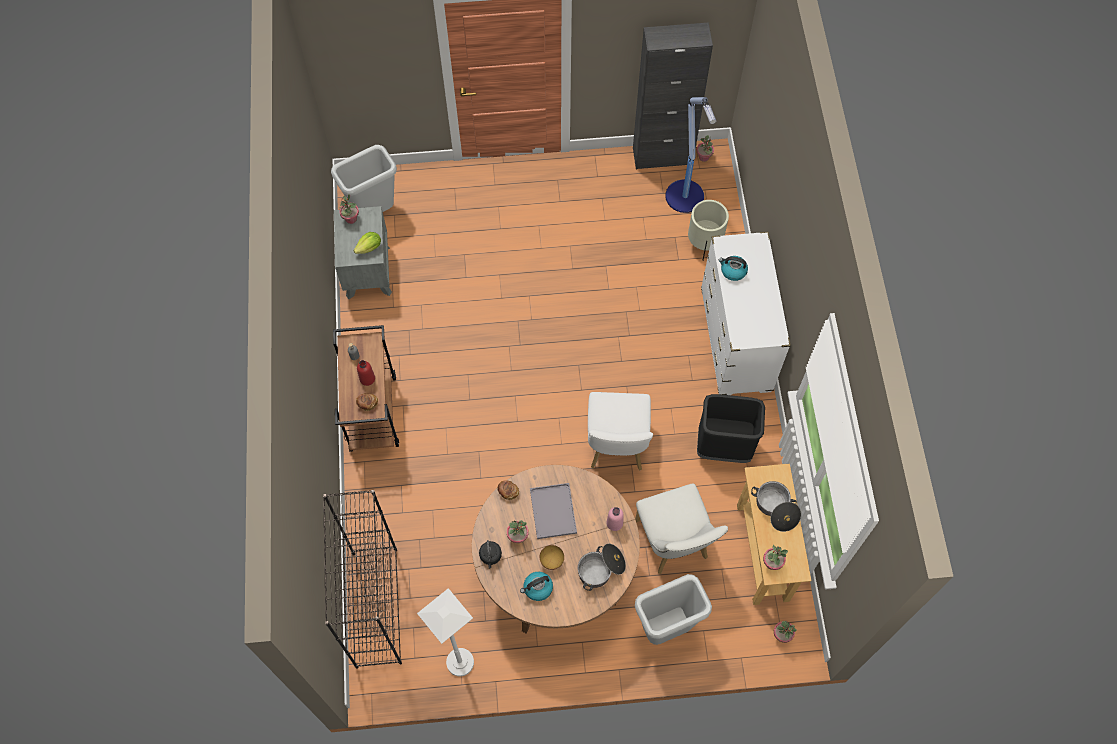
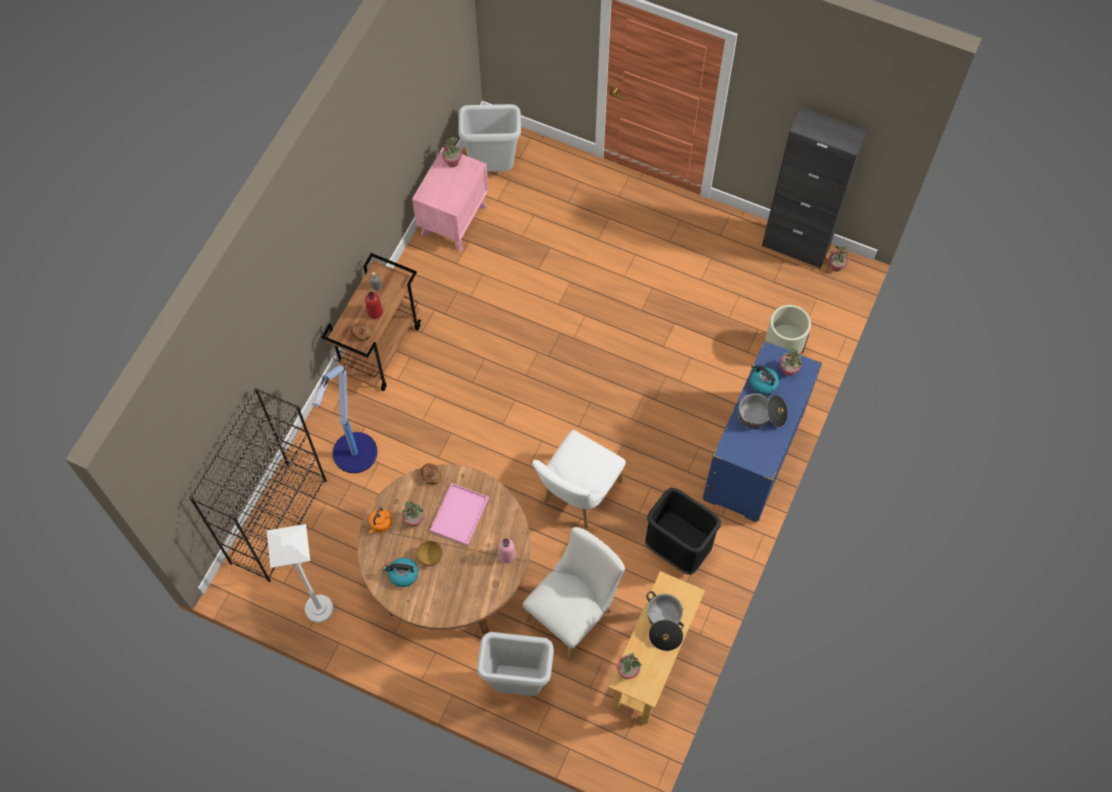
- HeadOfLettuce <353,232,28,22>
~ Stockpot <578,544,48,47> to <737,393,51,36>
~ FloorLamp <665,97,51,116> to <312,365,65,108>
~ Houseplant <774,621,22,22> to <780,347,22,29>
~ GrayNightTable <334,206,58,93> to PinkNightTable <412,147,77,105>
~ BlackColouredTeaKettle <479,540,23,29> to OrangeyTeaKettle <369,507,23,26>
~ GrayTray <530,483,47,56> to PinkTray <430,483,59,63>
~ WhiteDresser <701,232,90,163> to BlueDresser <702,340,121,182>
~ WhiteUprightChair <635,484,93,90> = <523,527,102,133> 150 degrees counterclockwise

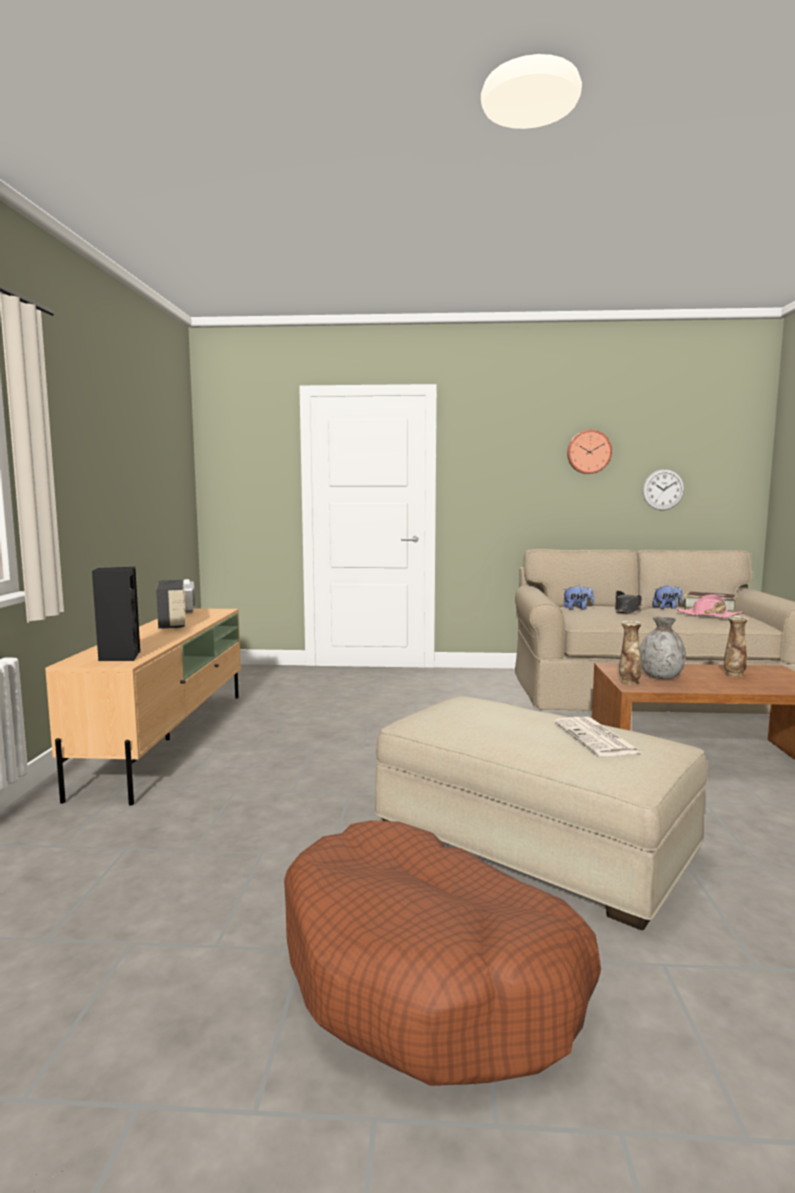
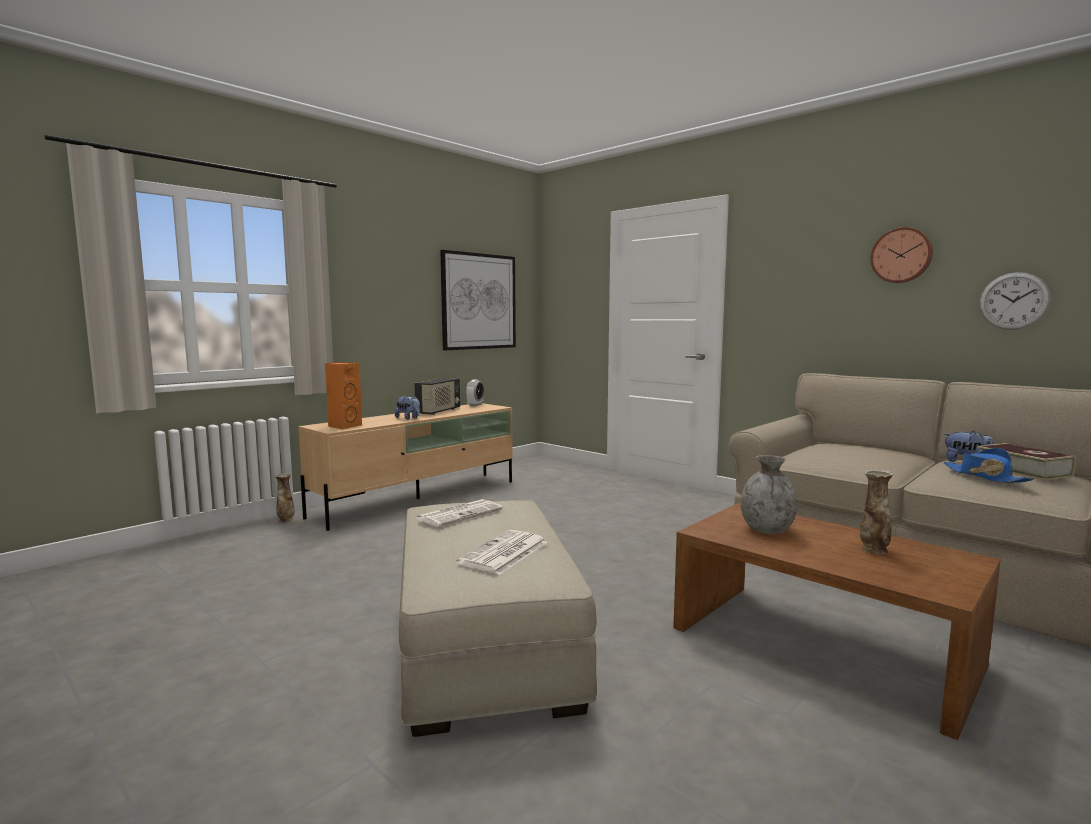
- BrownColouredDogCushion <284,820,317,266>
- BlackColouredWearableHat <615,590,27,24>
+ PrintedPaper <416,499,87,28>
+ Picture <440,250,76,100>
~ PlushToy <563,585,31,25> to <395,395,25,25>
~ FlowerVase <619,621,23,64> to <275,473,19,50>
~ BlackColouredAudioSpeaker <92,567,48,94> to OrangeyAudioSpeaker <325,362,37,68>
~ PinkWearableHat <677,594,67,24> to BlueWearableHat <944,448,91,35>

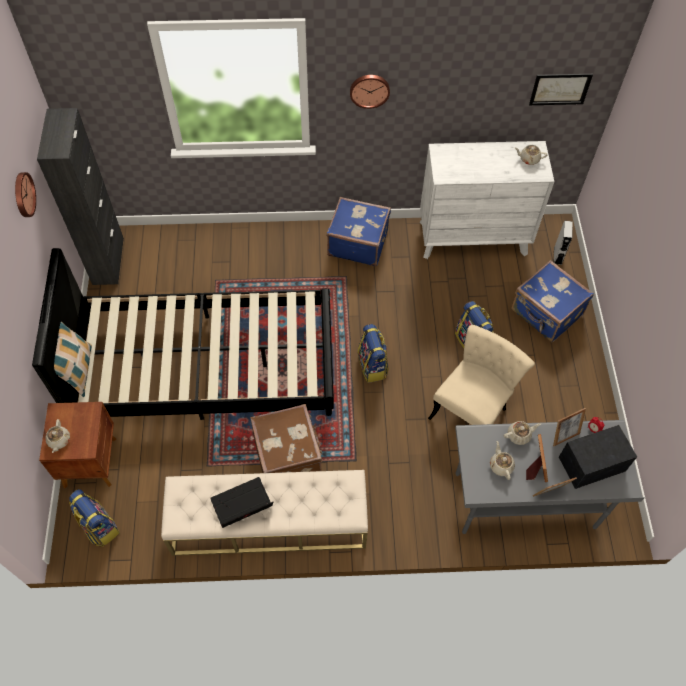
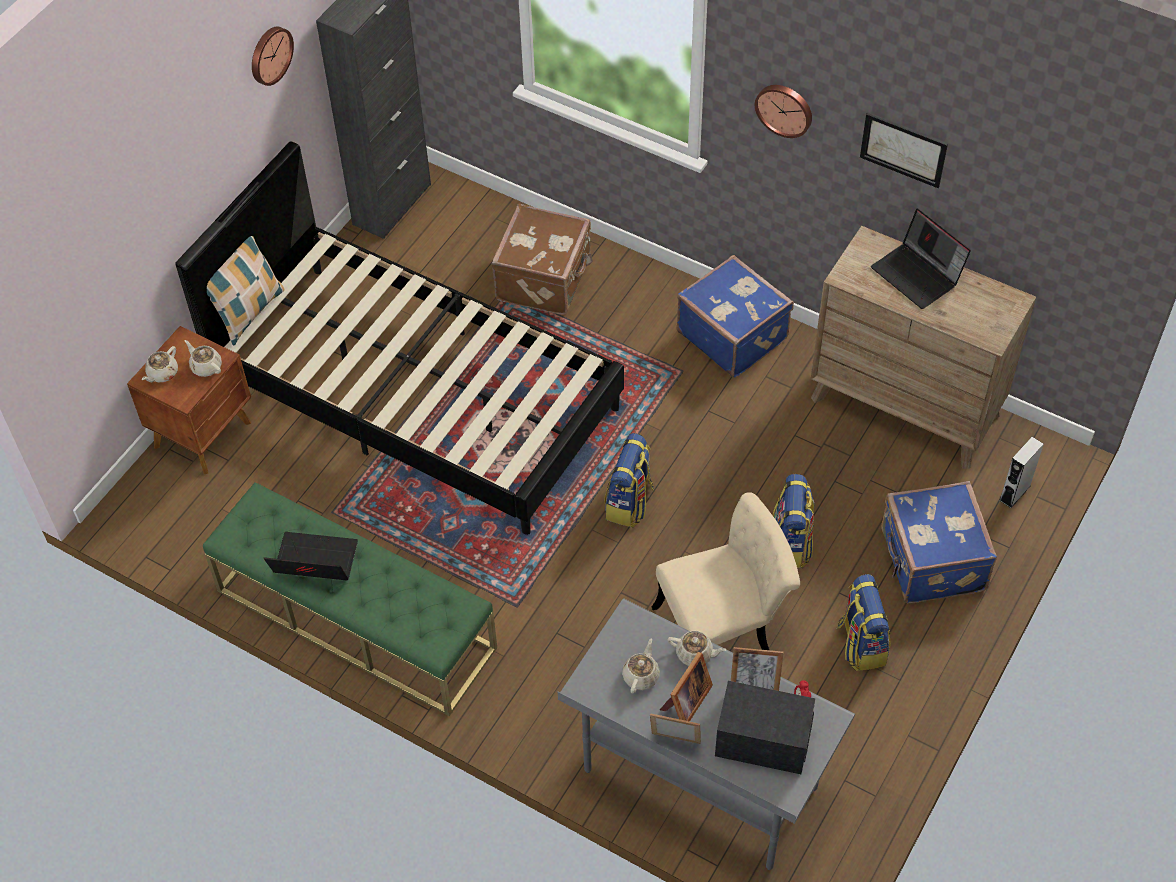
+ Laptop <871,208,100,101>
~ Backpack <69,489,51,58> to <837,574,54,97>
~ BrownColouredTravelCase <250,404,72,69> to <491,204,102,111>
~ SandColouredPotForTea <515,145,32,20> to <185,340,37,37>
~ Picture <529,74,64,31> to <860,113,88,75>
~ SandColouredBench <161,470,207,86> to GreenBench <203,482,294,234>
~ WhiteDresser <420,141,134,118> to BrownColouredDresser <811,226,225,243>

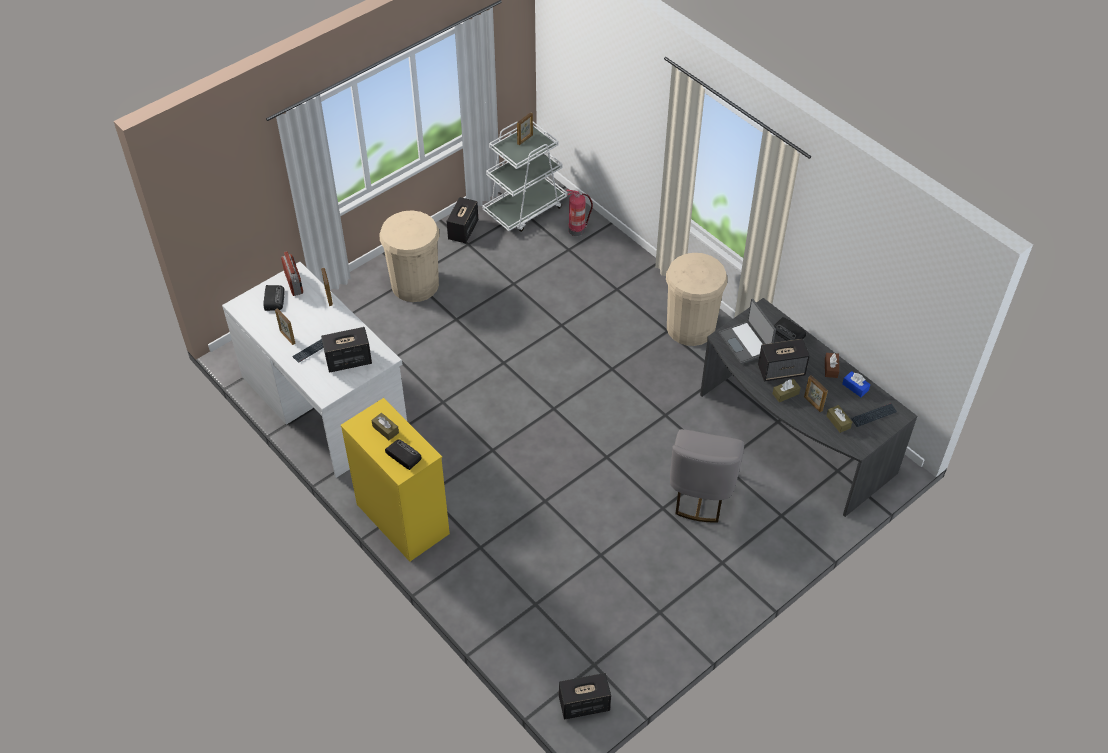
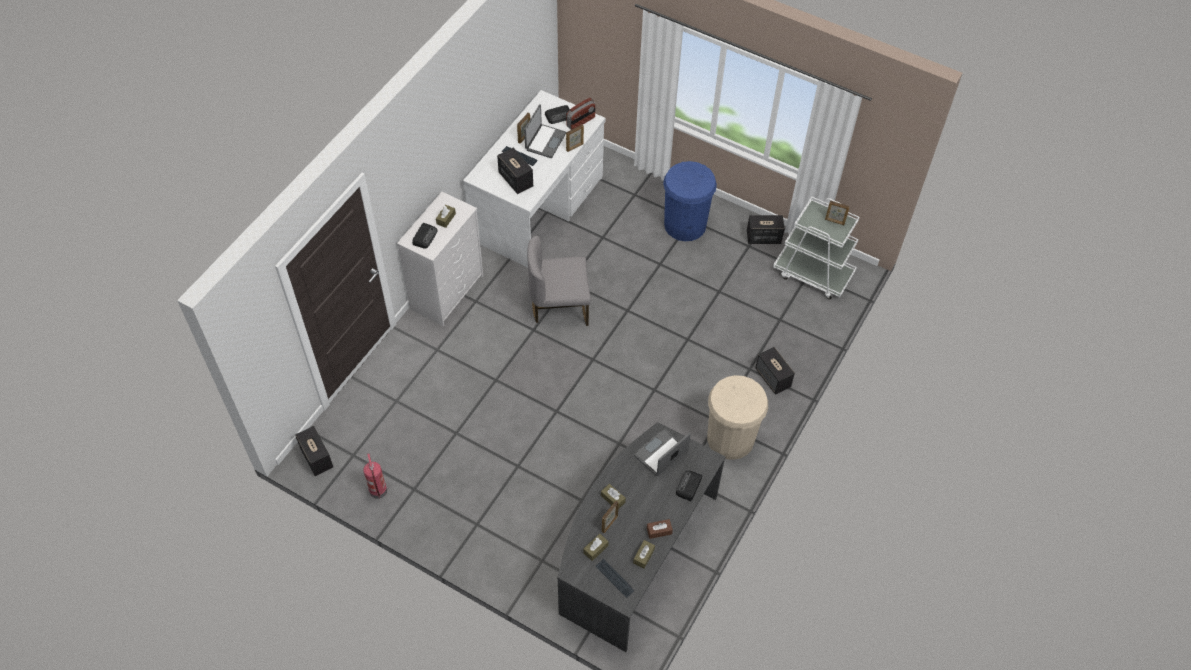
+ Laptop <524,104,42,54>
~ FireFightingCylinder <567,190,26,46> to <363,454,24,45>
~ GrayUprightChair <670,429,74,94> to <527,236,64,90>
~ AudioSpeaker <758,339,52,42> to <755,347,40,48>
~ YellowDresser <341,398,109,164> to WhiteDresser <397,192,86,134>
~ SandColouredWasteBin <379,210,61,92> to BlueWasteBin <663,161,54,80>
~ BlueTissueHolder <842,371,29,26> to BrownColouredTissueHolder <633,540,22,29>

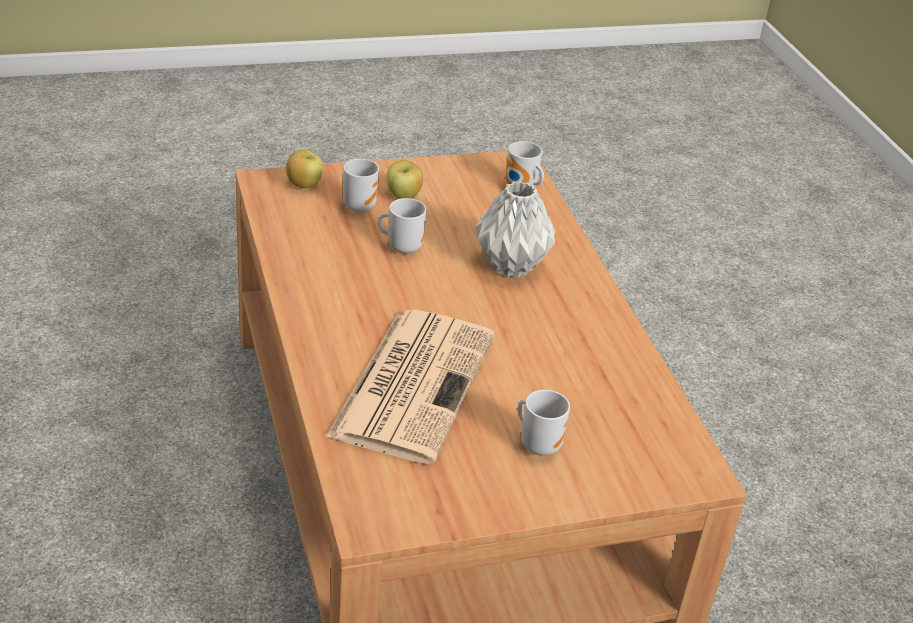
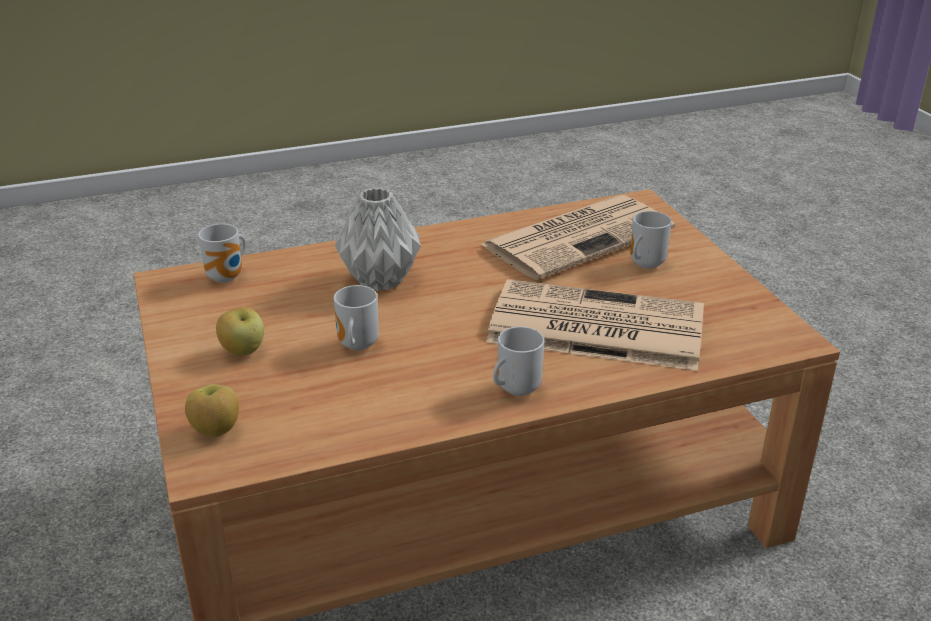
+ PrintedPaper <480,195,195,85>
~ CoffeeMug <343,159,36,54> to <493,327,51,69>

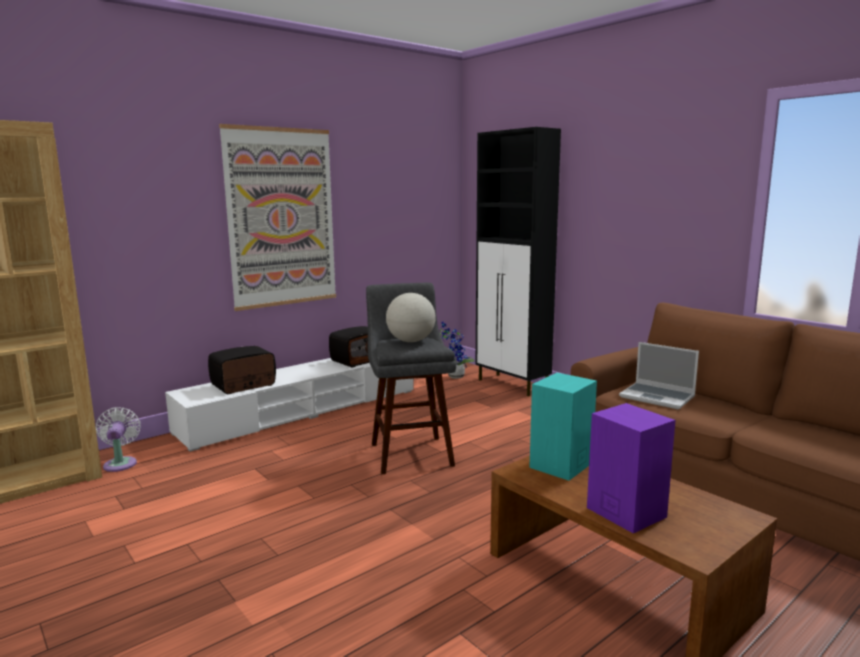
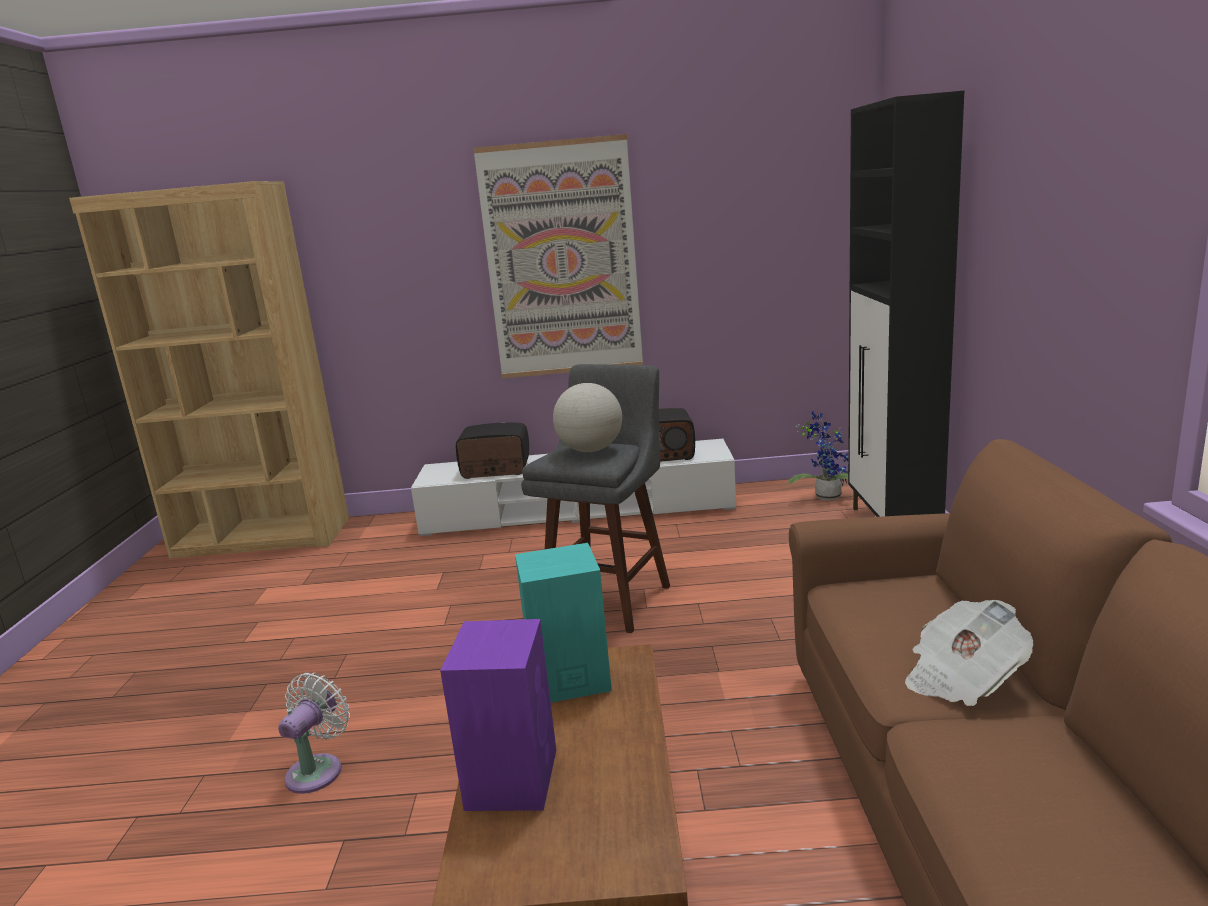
- Laptop <619,342,80,67>
+ PrintedPaper <905,600,128,106>
~ WhiteFan <96,407,44,65> to <278,673,72,121>

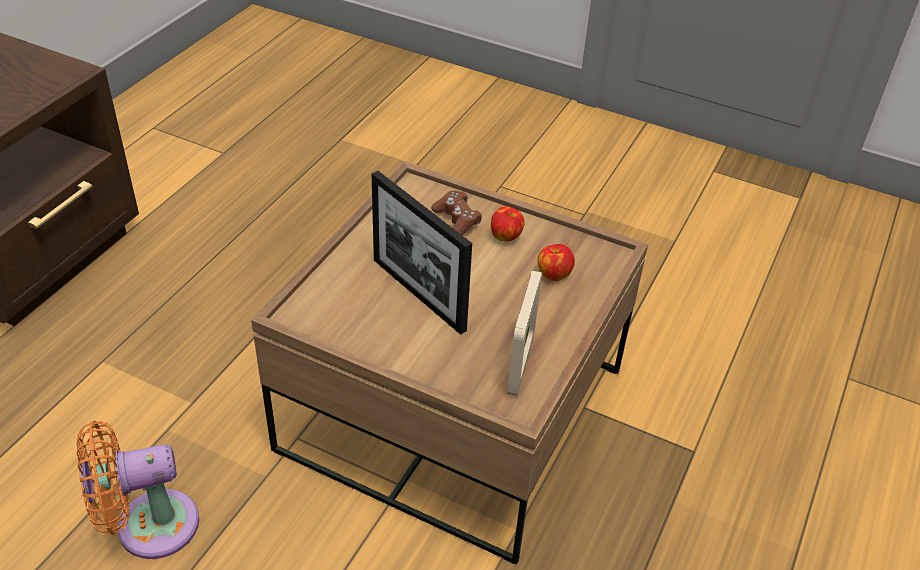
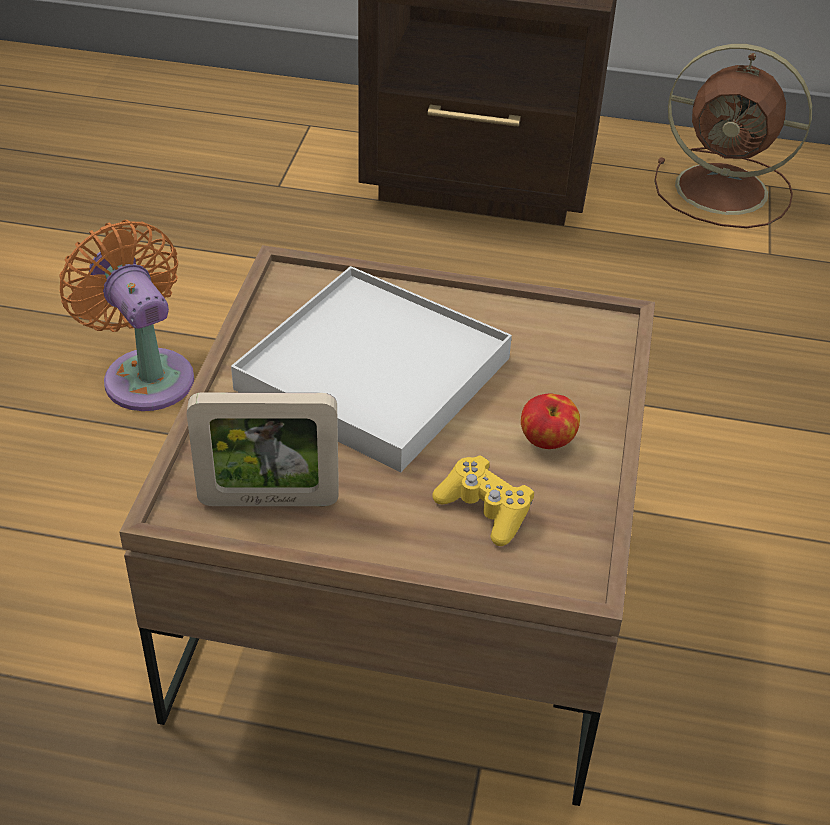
- BrownColouredGamepad <431,191,51,45>
+ BrownColouredFan <654,44,158,184>
~ PhotoFrame <372,171,100,164> to WhiteTray <231,266,281,206>
~ Apple <538,244,37,37> to YellowGamepad <432,455,102,91>

